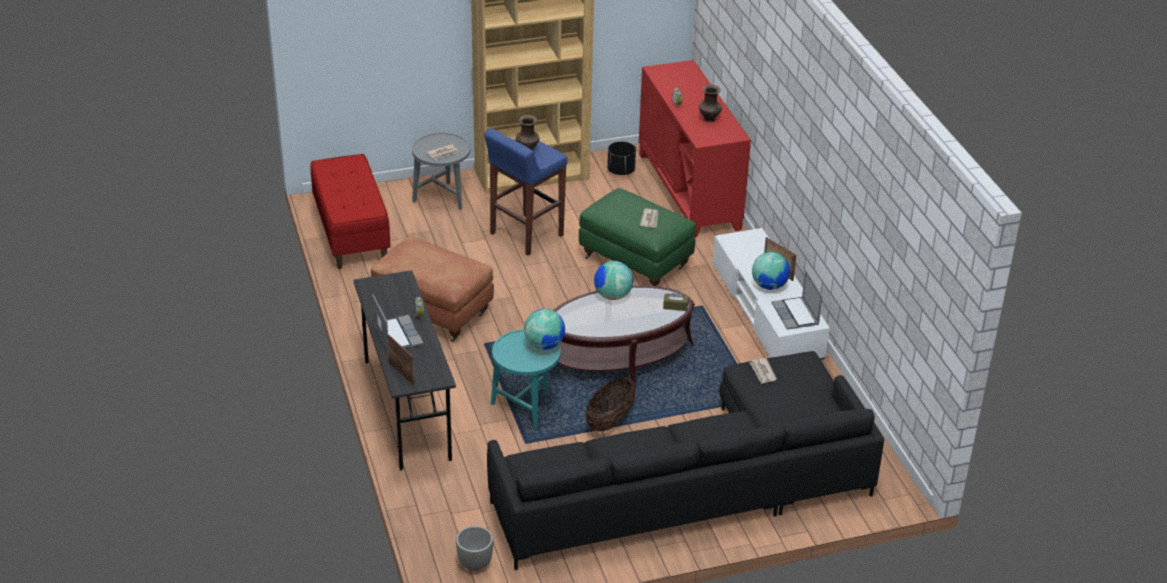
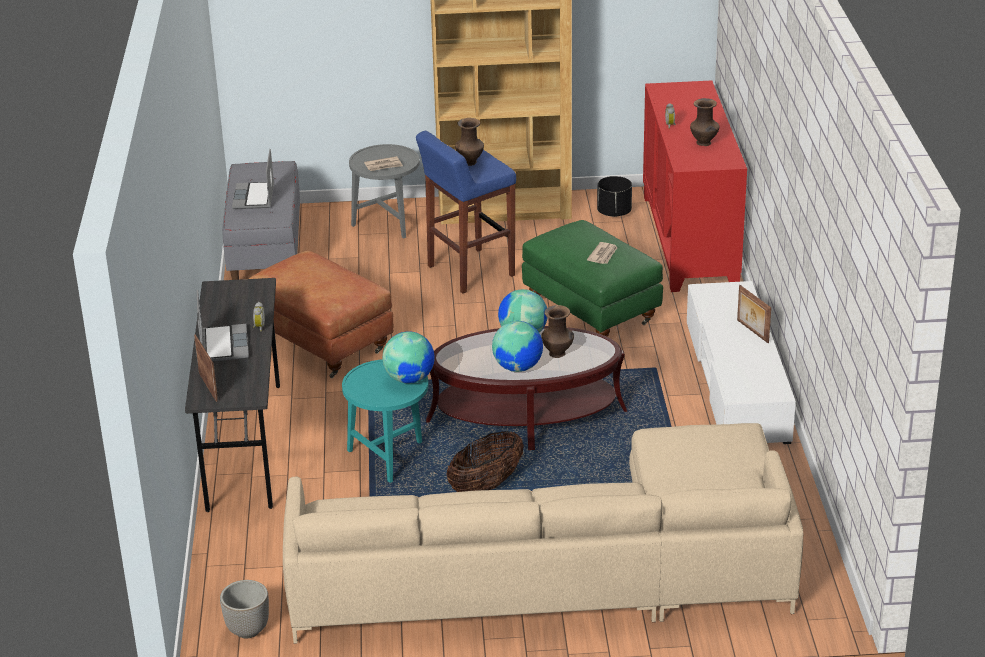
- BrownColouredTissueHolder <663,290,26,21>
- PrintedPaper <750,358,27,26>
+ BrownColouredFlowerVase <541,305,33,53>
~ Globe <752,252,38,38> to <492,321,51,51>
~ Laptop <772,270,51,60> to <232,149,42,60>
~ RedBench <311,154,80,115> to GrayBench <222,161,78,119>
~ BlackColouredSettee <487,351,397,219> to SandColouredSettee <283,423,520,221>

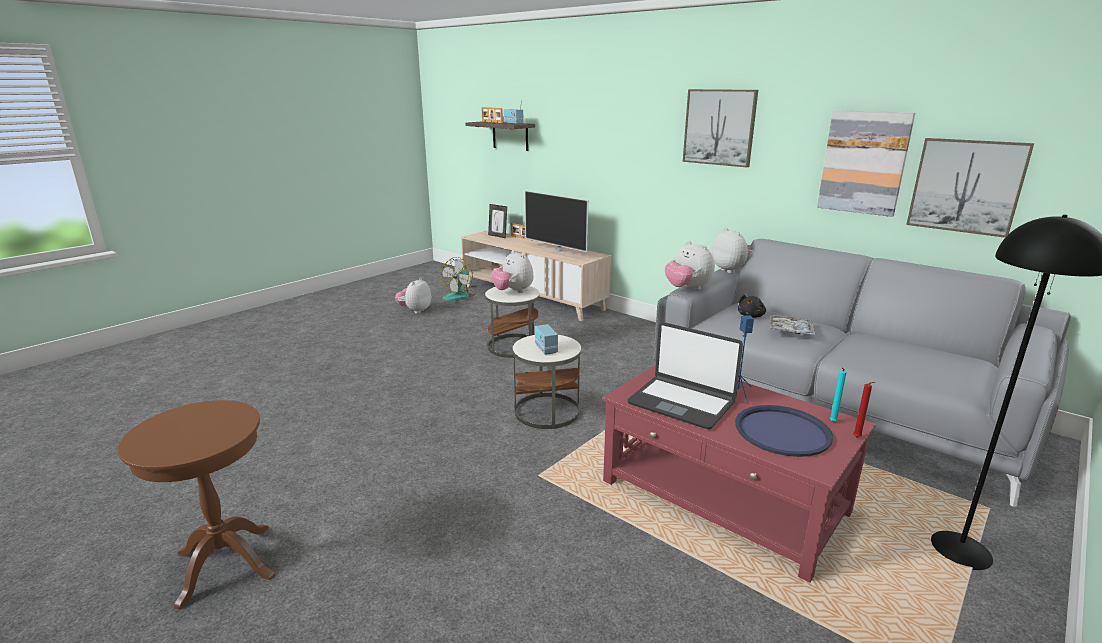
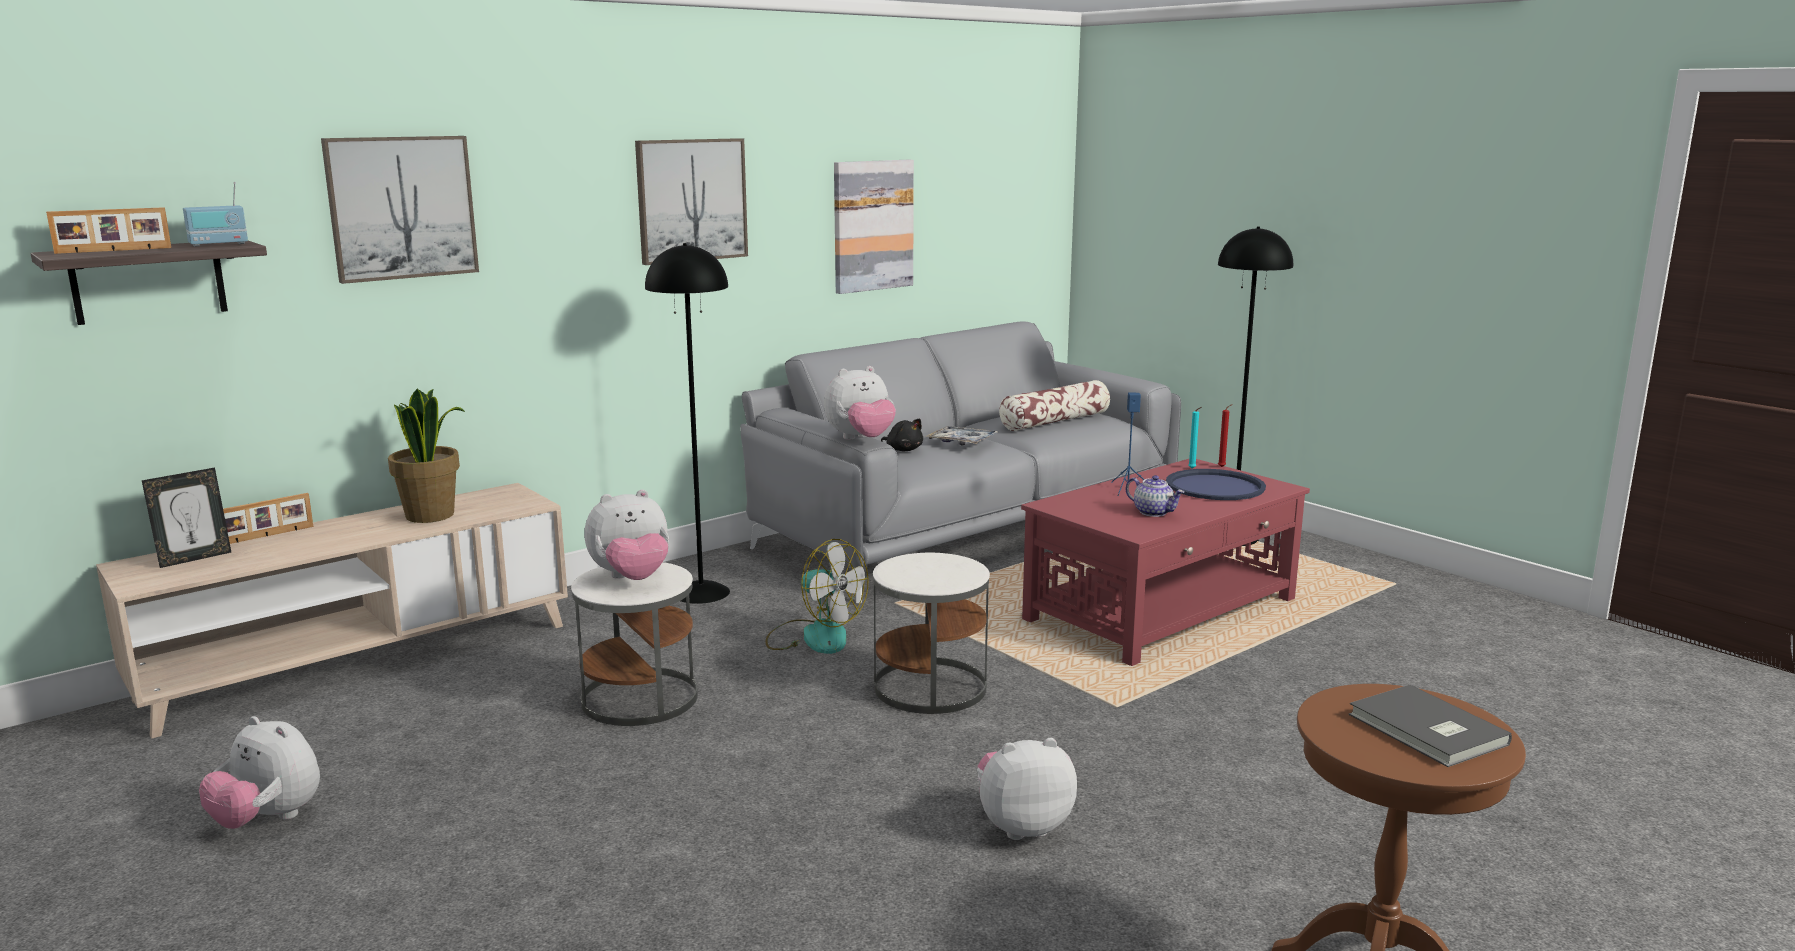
- RadioReceiver <535,322,23,32>
+ BlackColouredFloorLamp <645,243,85,361>
+ ThrowPillow <999,380,111,51>
+ GrayBook <1349,685,163,82>
~ Fan <441,257,35,44> to <765,539,104,115>
~ PlushToy <712,228,41,45> to <977,738,100,102>
~ Picture <906,138,128,100> to <321,136,158,148>
~ TvSet <525,190,63,65> to Houseplant <388,389,77,134>
~ Laptop <627,322,116,107> to PotForTea <1126,475,58,42>

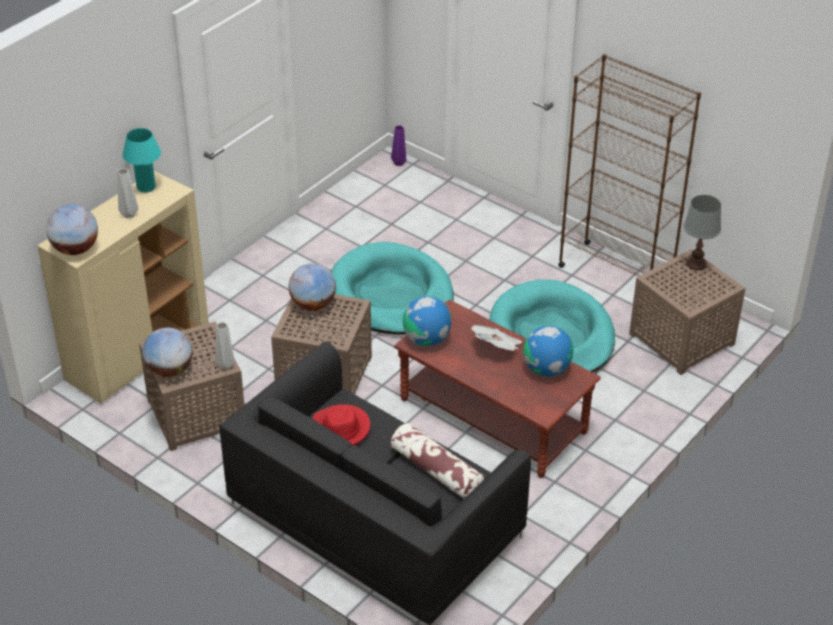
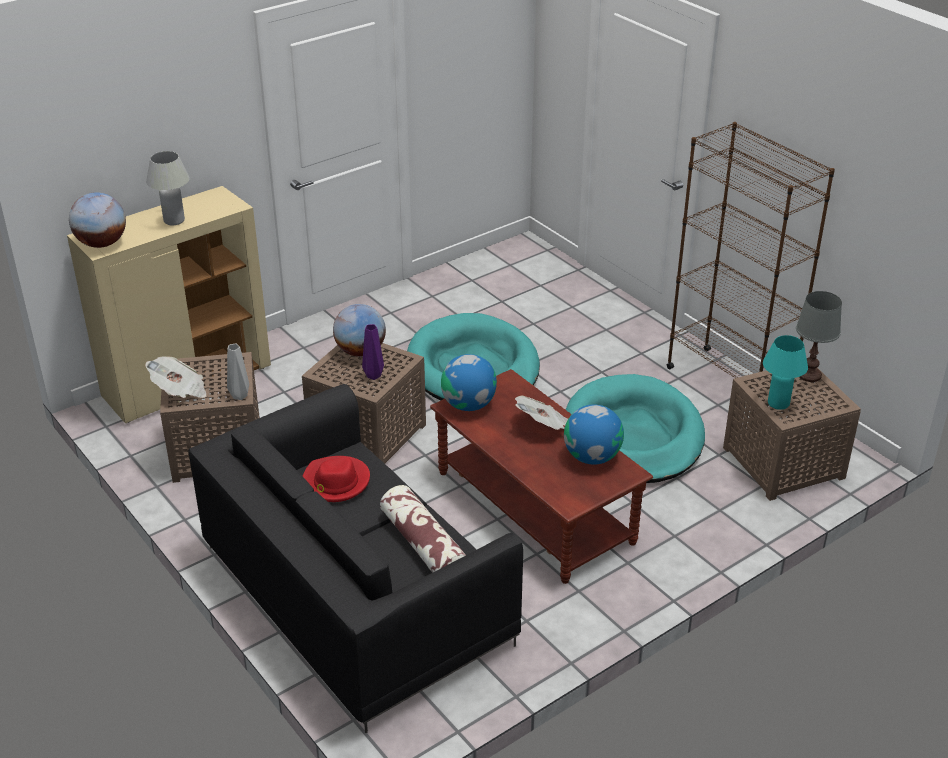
~ TurquoiseColouredLampForATable <122,128,39,65> to <763,335,45,75>
~ PurpleFlowerVase <391,125,15,41> to <362,324,22,56>
~ GrayFlowerVase <117,168,21,50> to WhiteLampForATable <146,151,44,74>
~ Globe <142,327,50,50> to PrintedPaper <145,356,62,42>

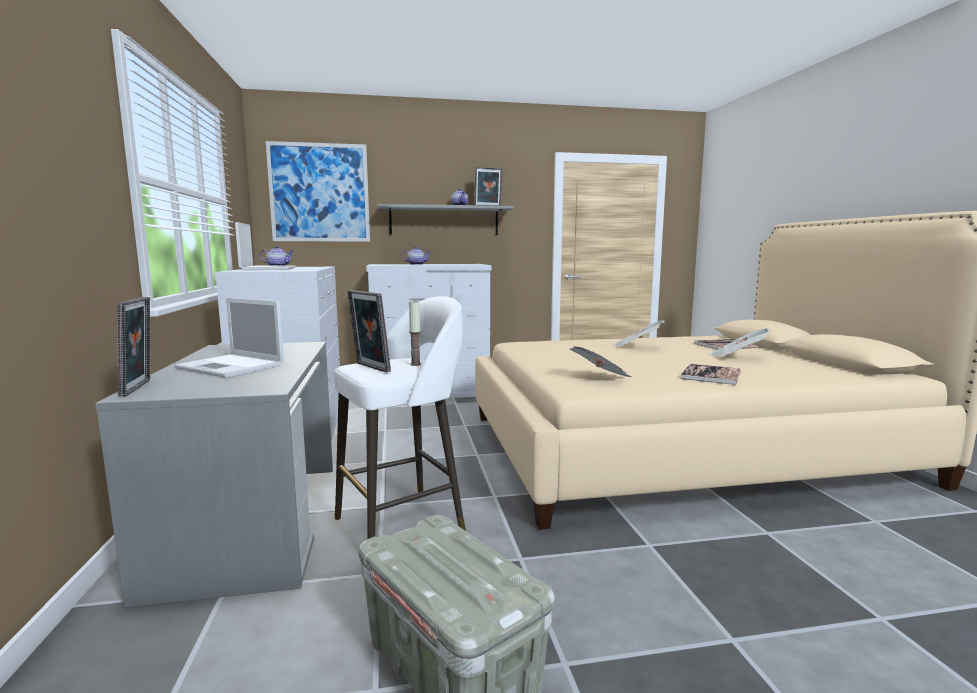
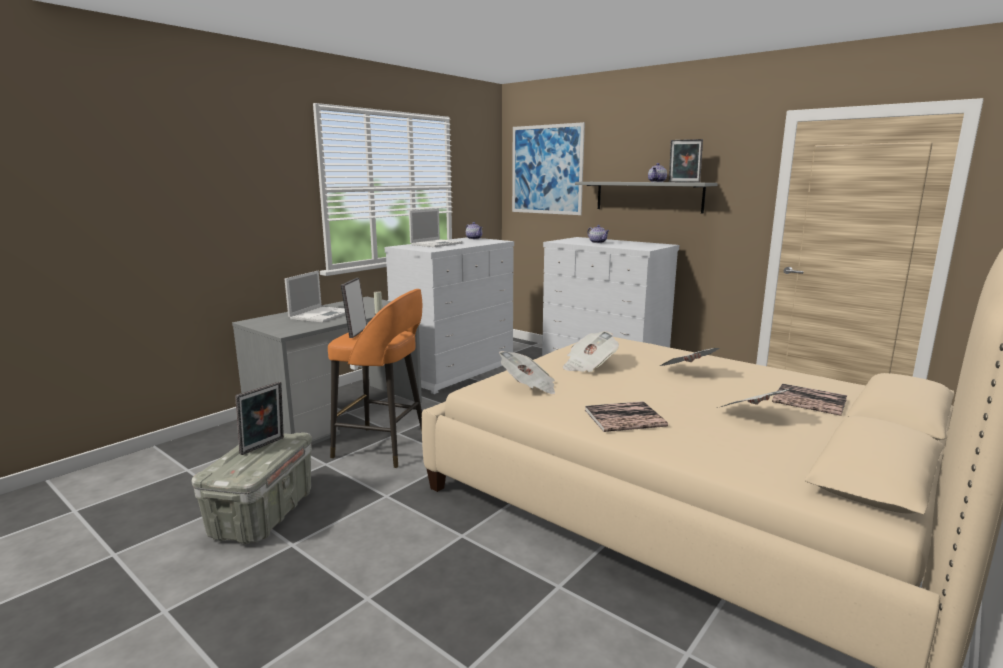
+ PrintedPaper <563,331,56,41>
~ PhotoFrame <117,297,33,100> to <235,381,49,74>
~ WhiteStoolSeat <334,296,132,243> to OrangeyStoolSeat <328,289,94,179>
~ Laptop <174,298,110,80> = <285,270,60,53> 150 degrees counterclockwise

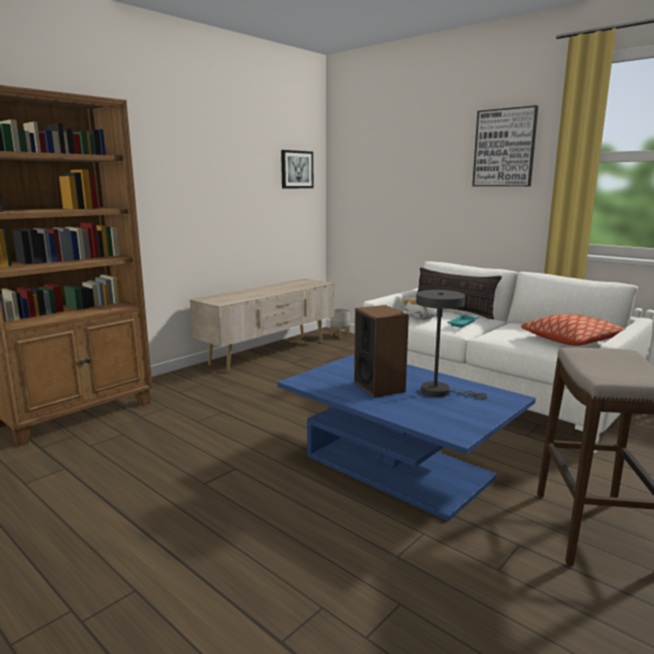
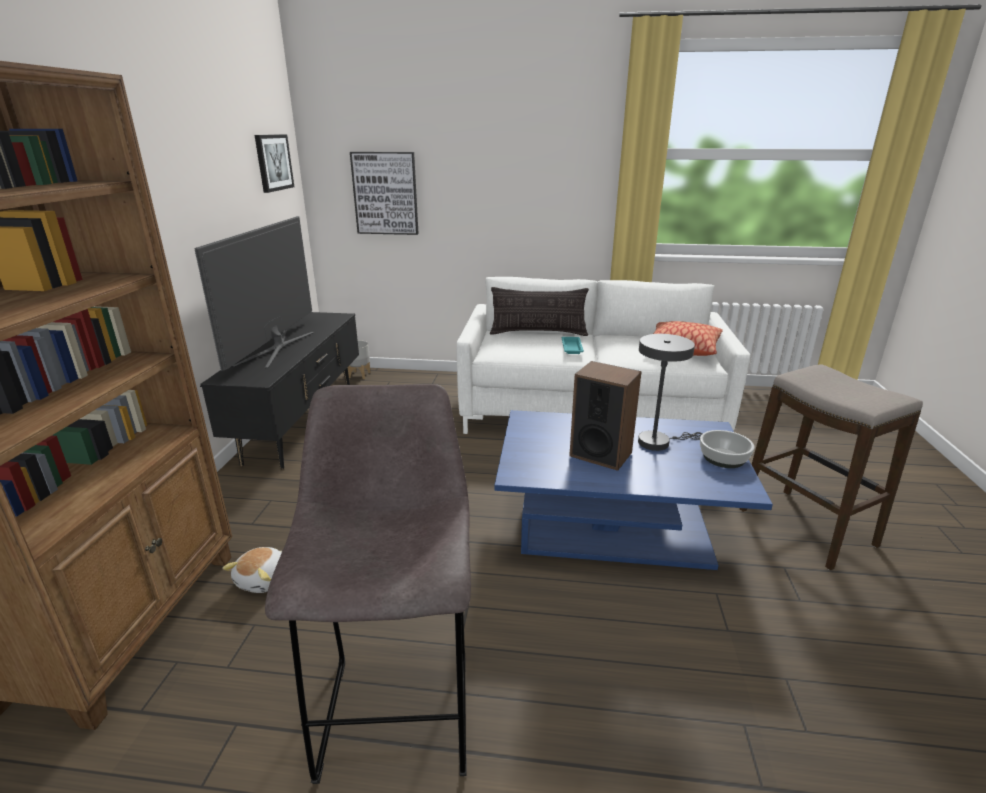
+ TvSet <194,216,120,155>
+ GrayStoolSeat <265,384,206,400>
+ Bowl <700,430,54,38>
~ PlushToy <402,298,35,22> to <222,547,60,46>
~ Picture <472,105,66,81> to <350,152,69,83>
~ SandColouredTvStand <190,278,145,94> to BlackColouredTvStand <200,312,159,157>

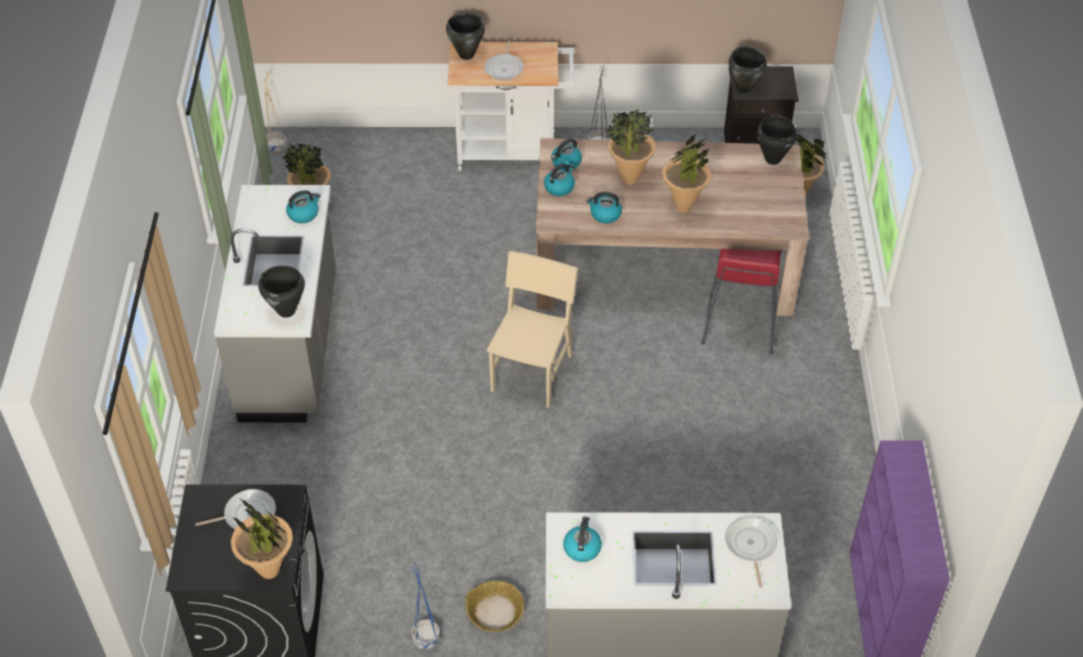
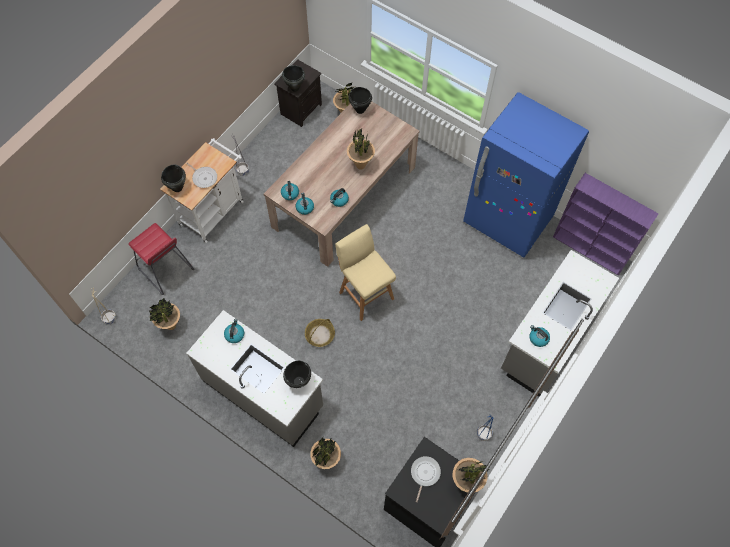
- Pan <725,517,52,71>
+ BlueKitchenFridge <463,92,126,166>
~ Basket <466,581,58,51> to <305,319,30,28>
~ Houseplant <605,109,51,76> to <310,437,31,32>
~ RedStoolSeat <701,249,80,105> to <128,223,67,72>
~ SandColouredUprightChair <486,251,92,157> to SandColouredStoolSeat <335,224,61,97>

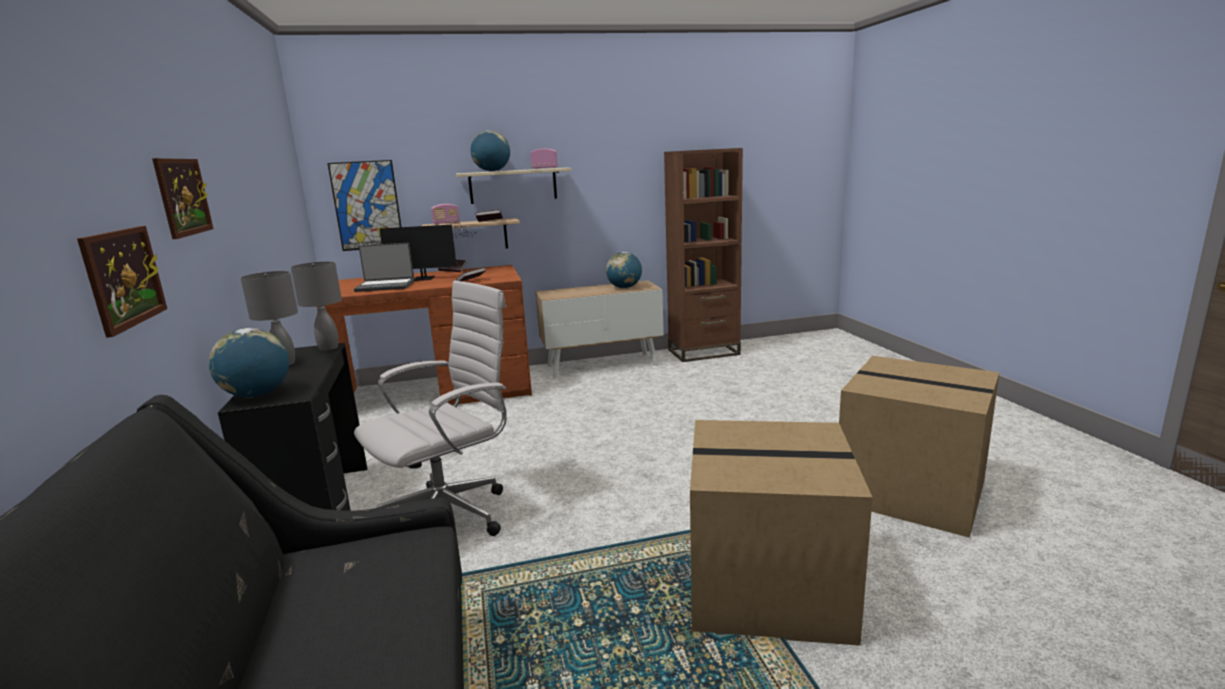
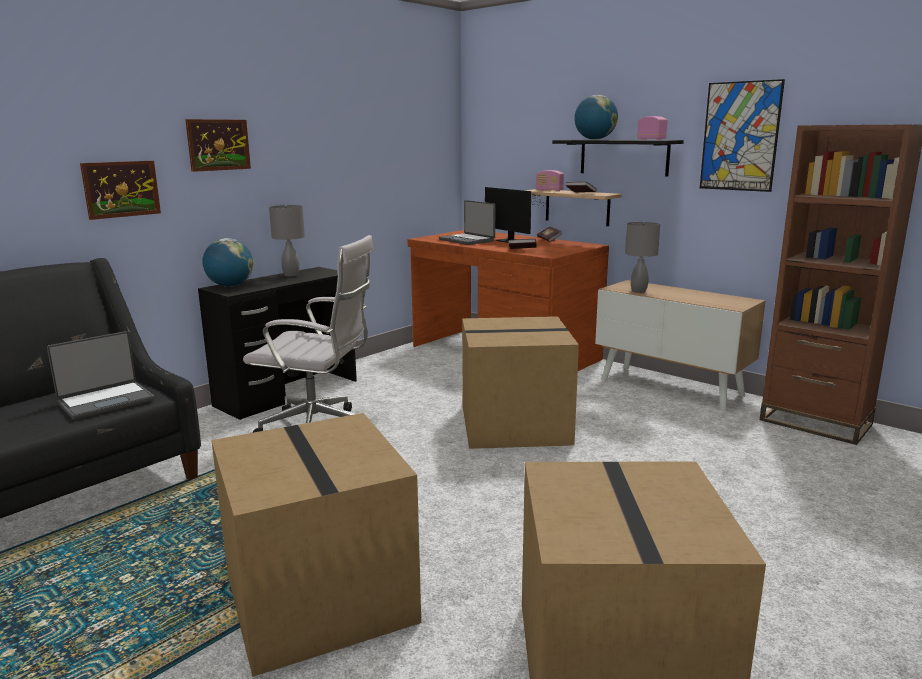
- Globe <606,252,36,36>
+ Laptop <47,331,108,89>
+ PackingBox <462,316,117,133>
~ GrayLampForATable <291,262,51,89> to <625,222,35,71>
~ Picture <328,160,73,91> to <700,79,85,113>
~ SandColouredWallShelf <456,168,116,36> to BlackColouredWallShelf <552,140,132,37>

